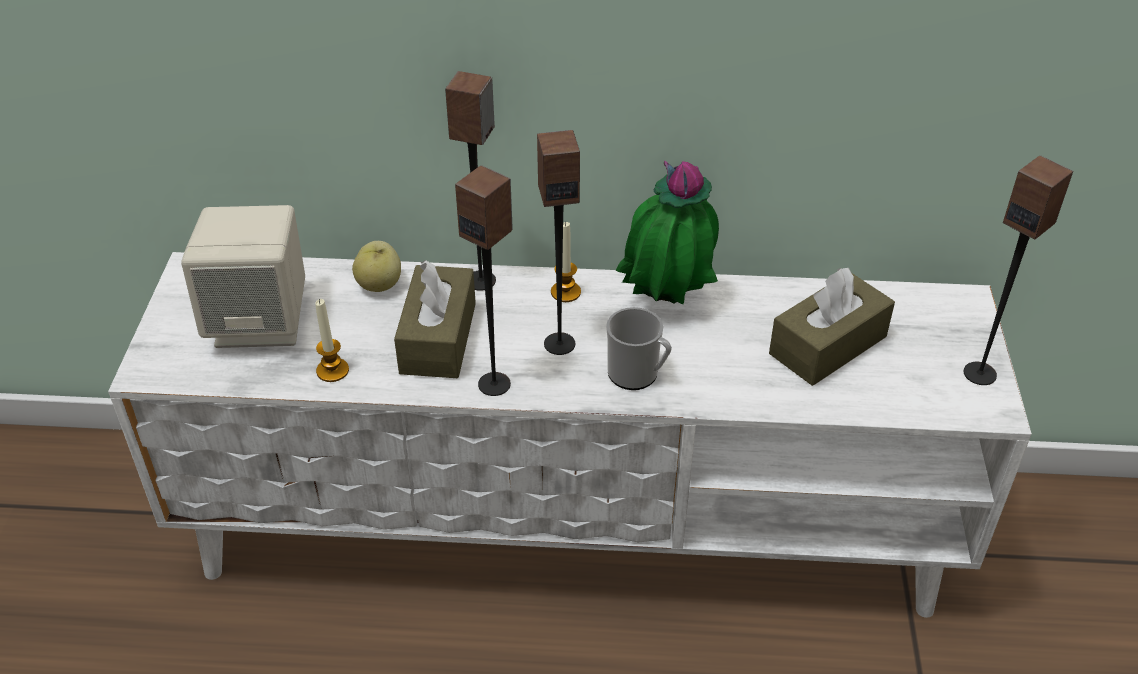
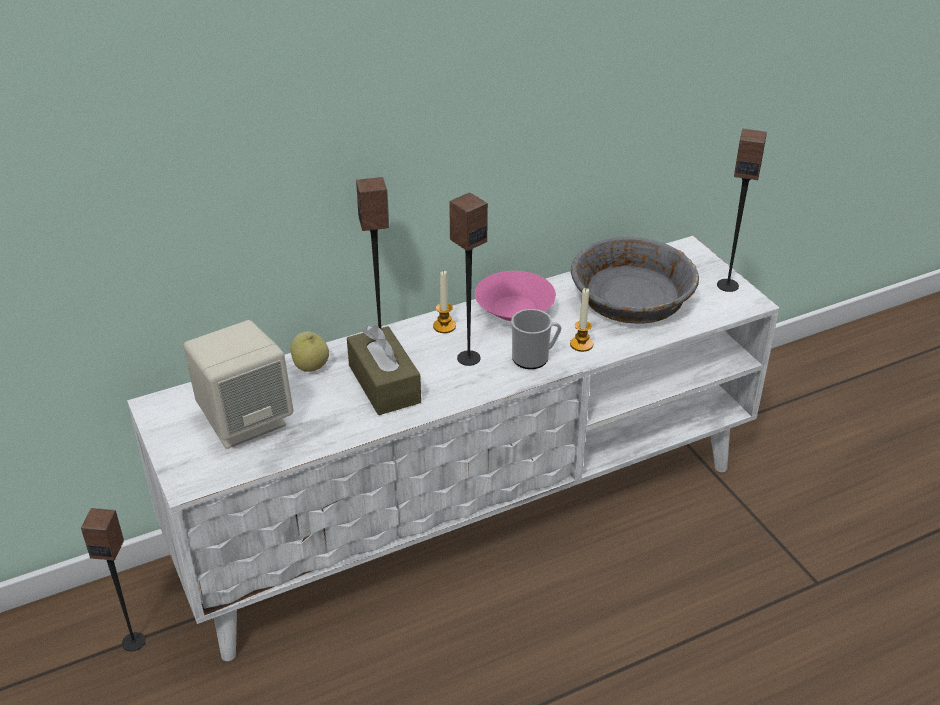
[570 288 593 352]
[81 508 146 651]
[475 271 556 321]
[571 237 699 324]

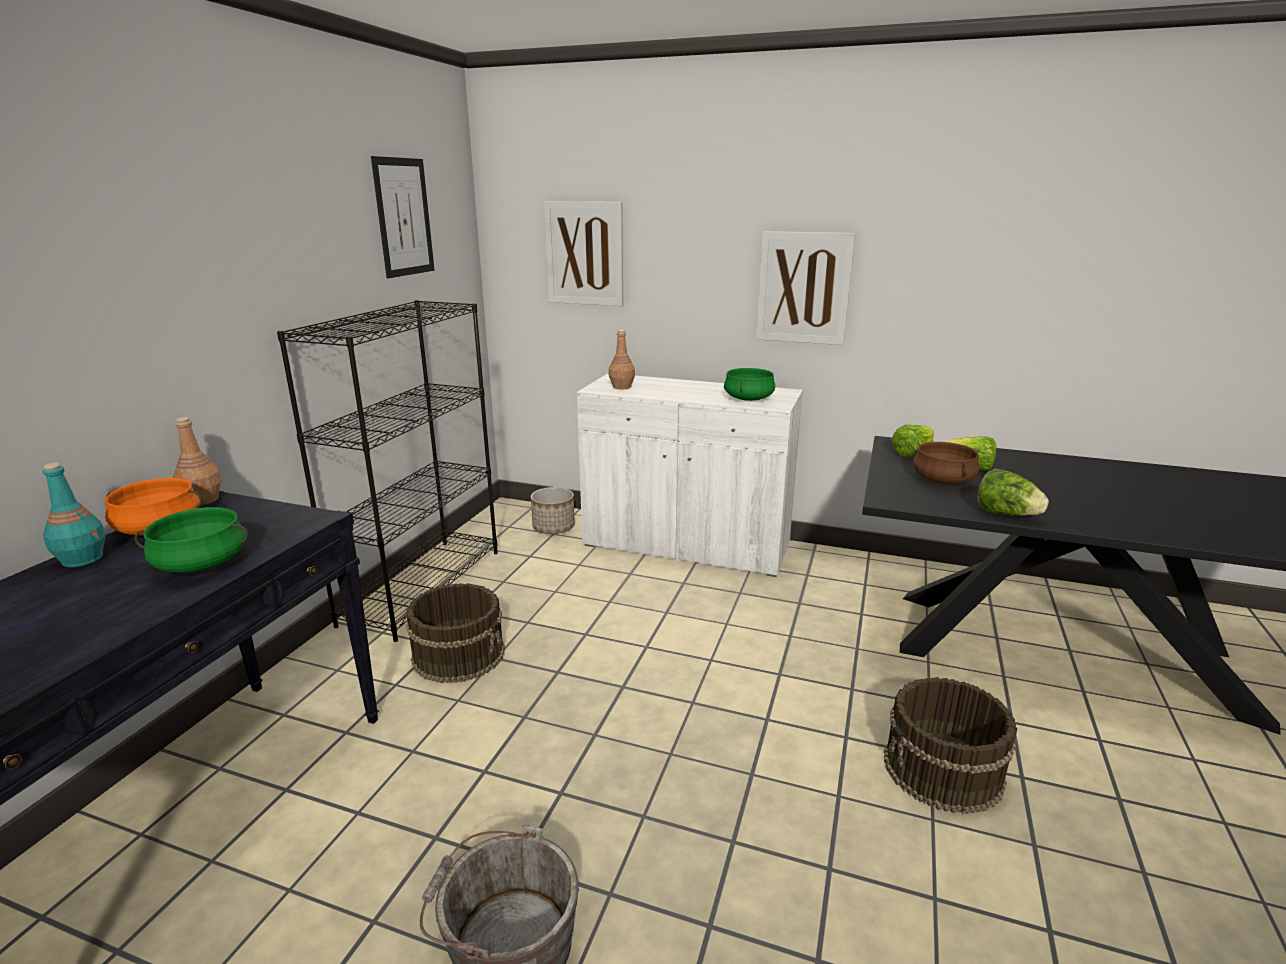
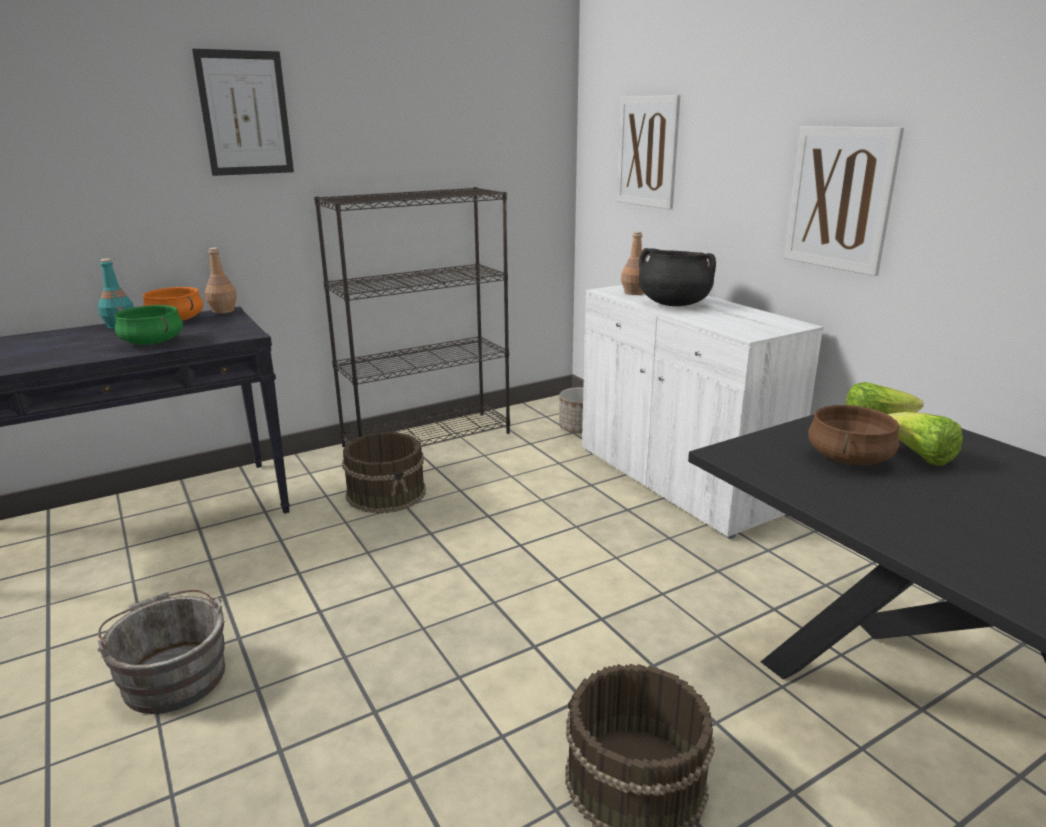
[192 49 294 176]
[724 368 775 401] (first image)
[977 469 1049 516] (first image)
[639 248 716 306]

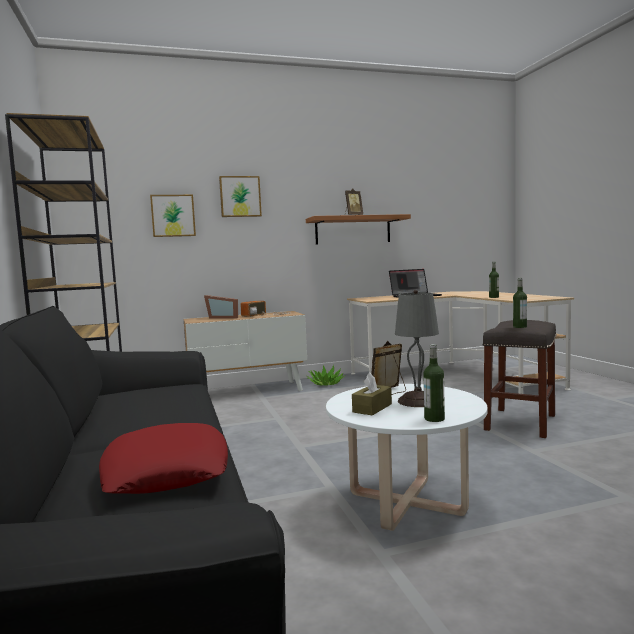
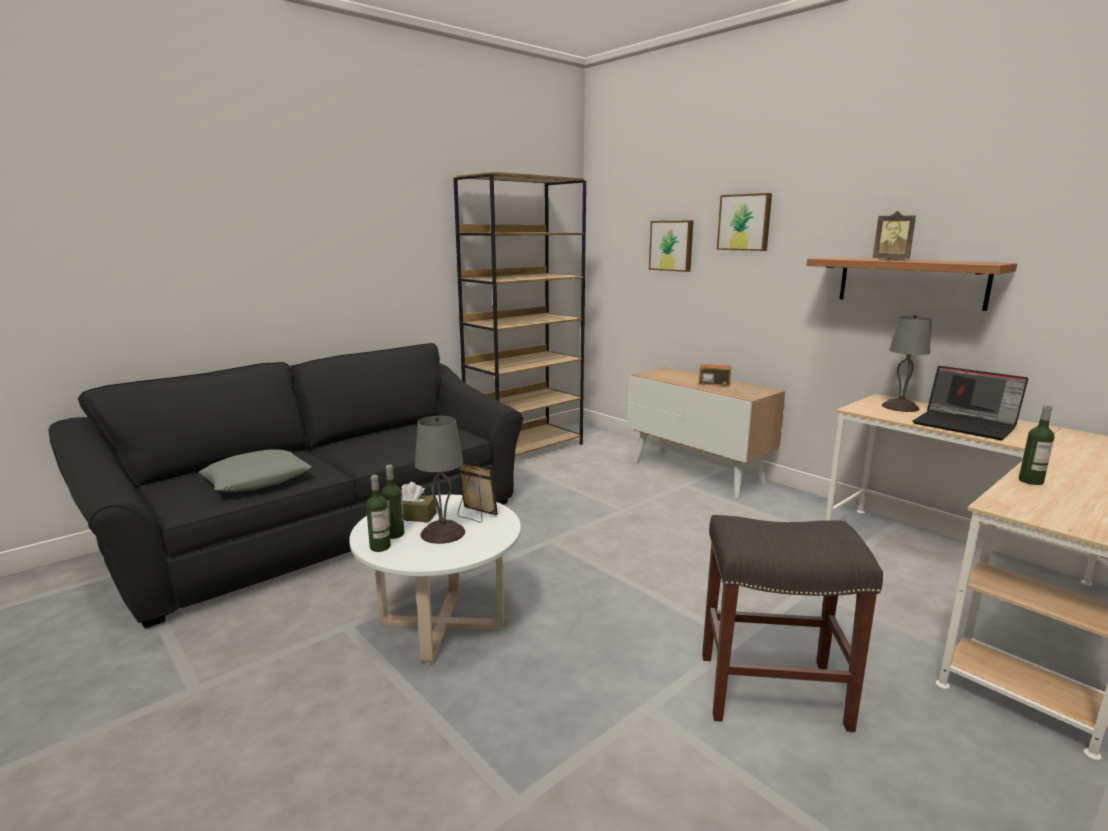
[198 449 311 492]
[204 295 238 319] (first image)
[307 365 344 386] (first image)
[381 465 404 539]
[882 315 931 412]

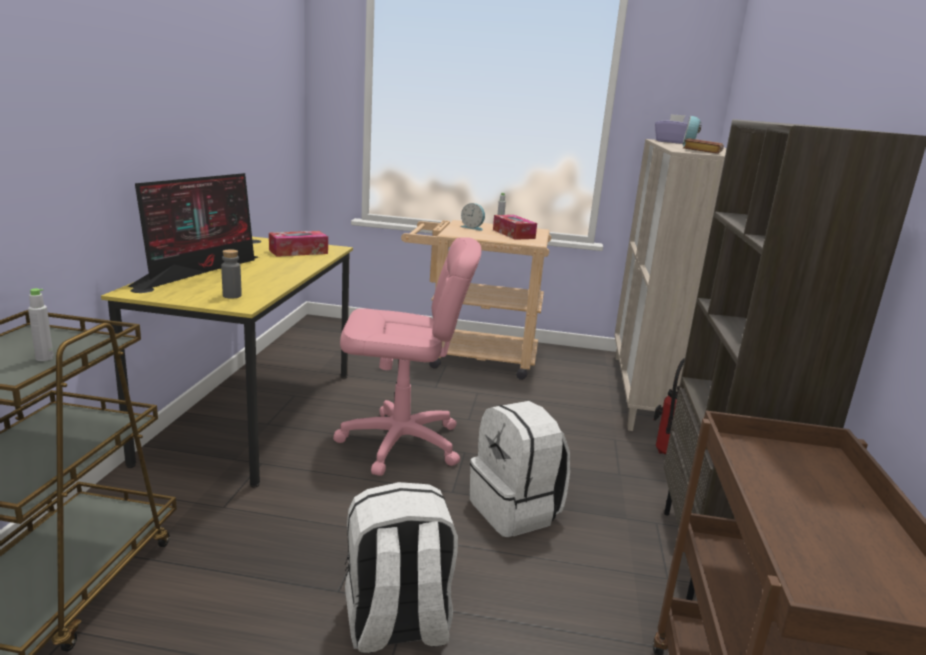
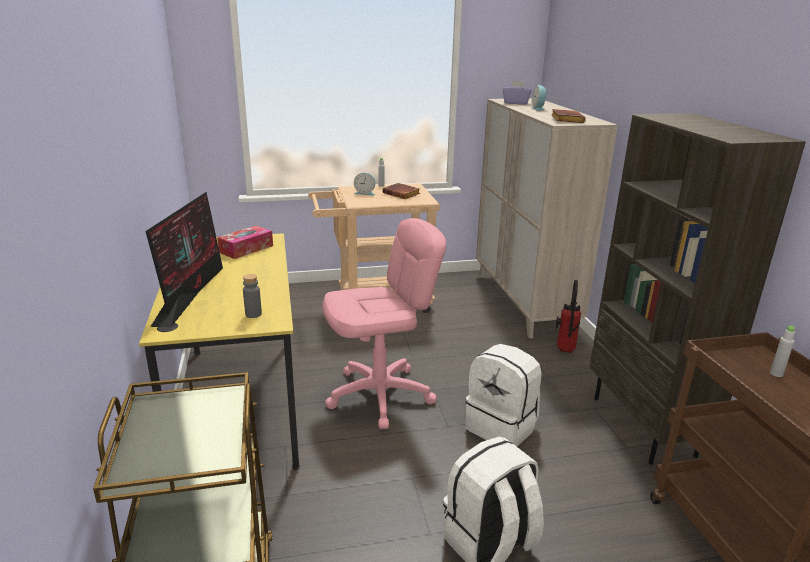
[770 325 795 377]
[382 183 420 199]

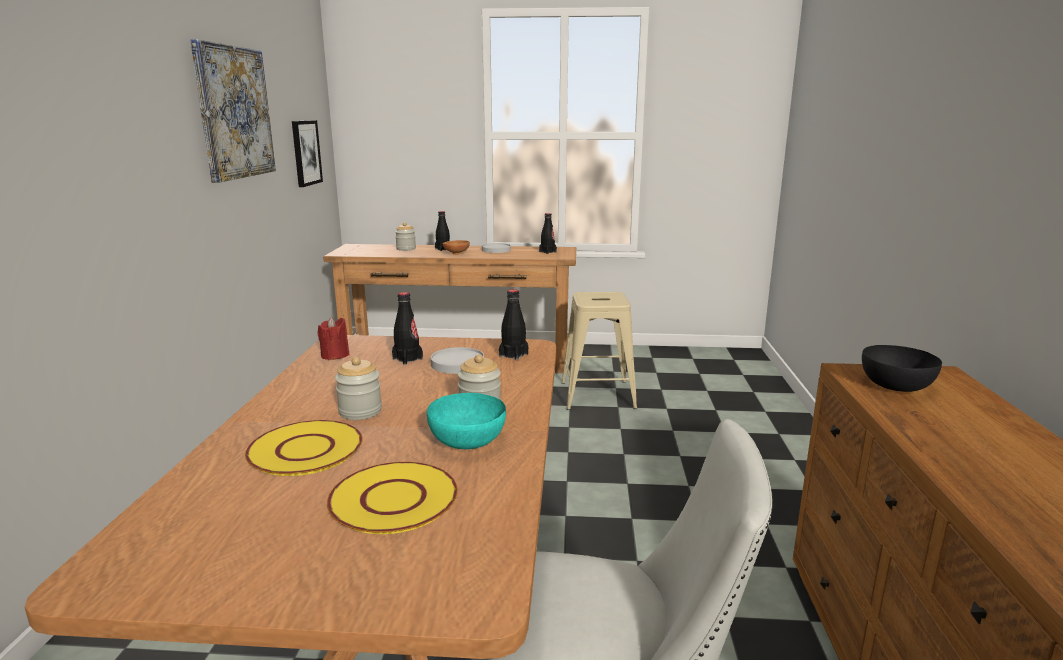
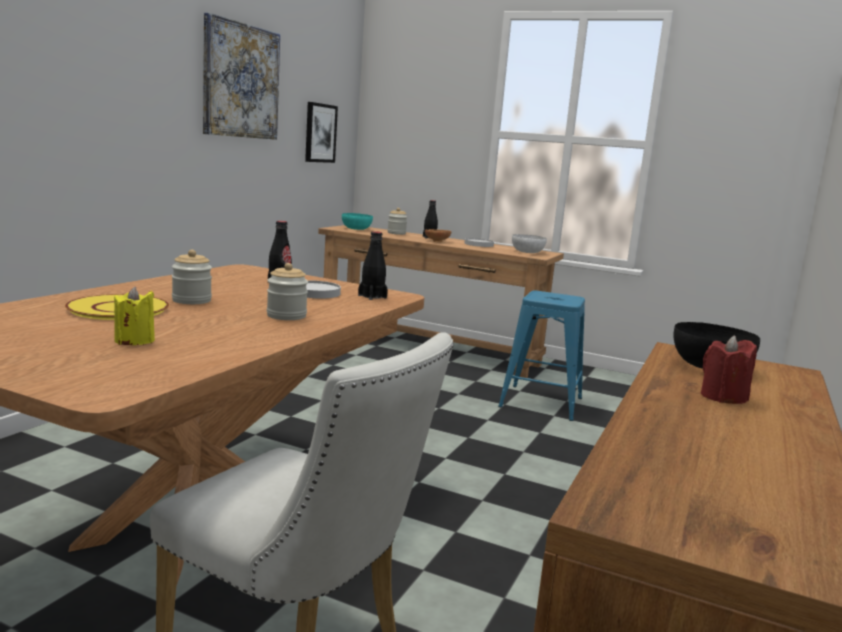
[701 336 757 404]
[114 286 155 345]
[342 213 373 230]
[512 234 547 253]
[498 290 585 421]

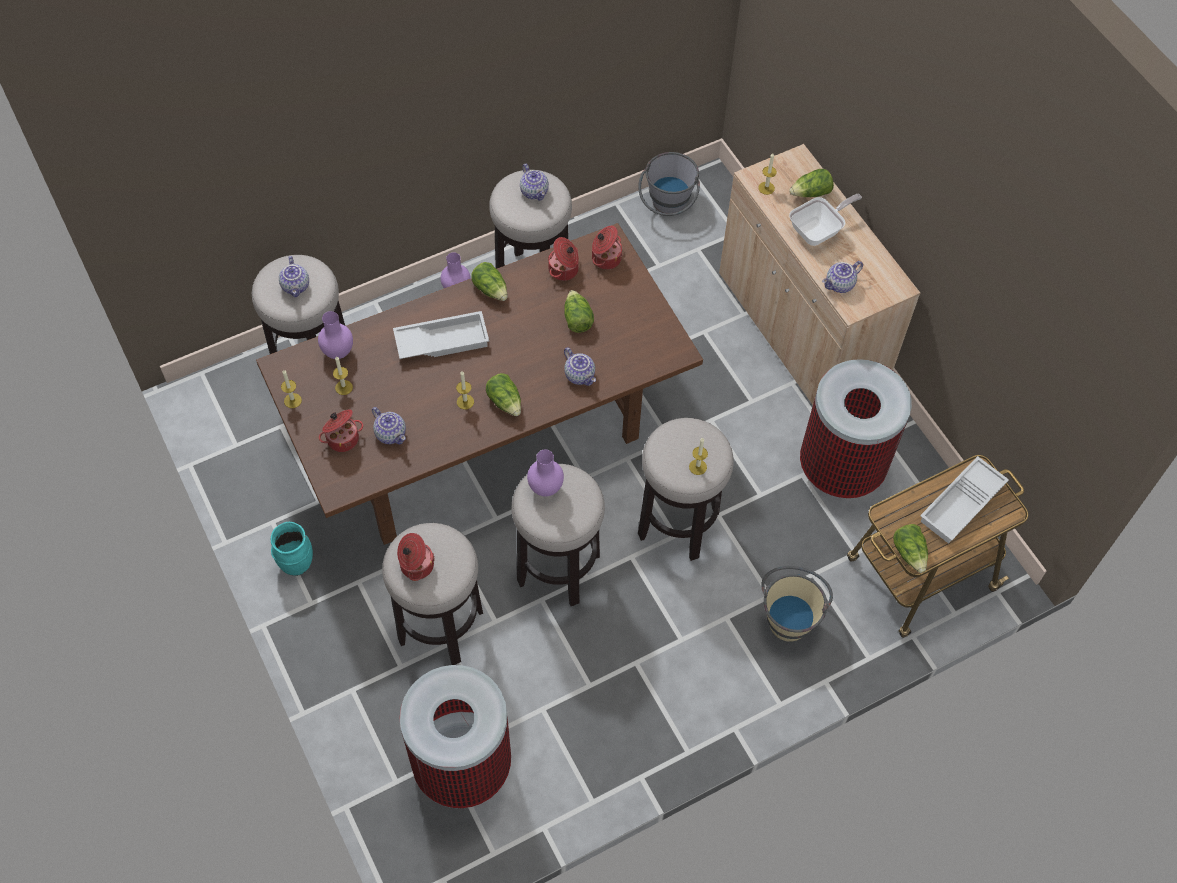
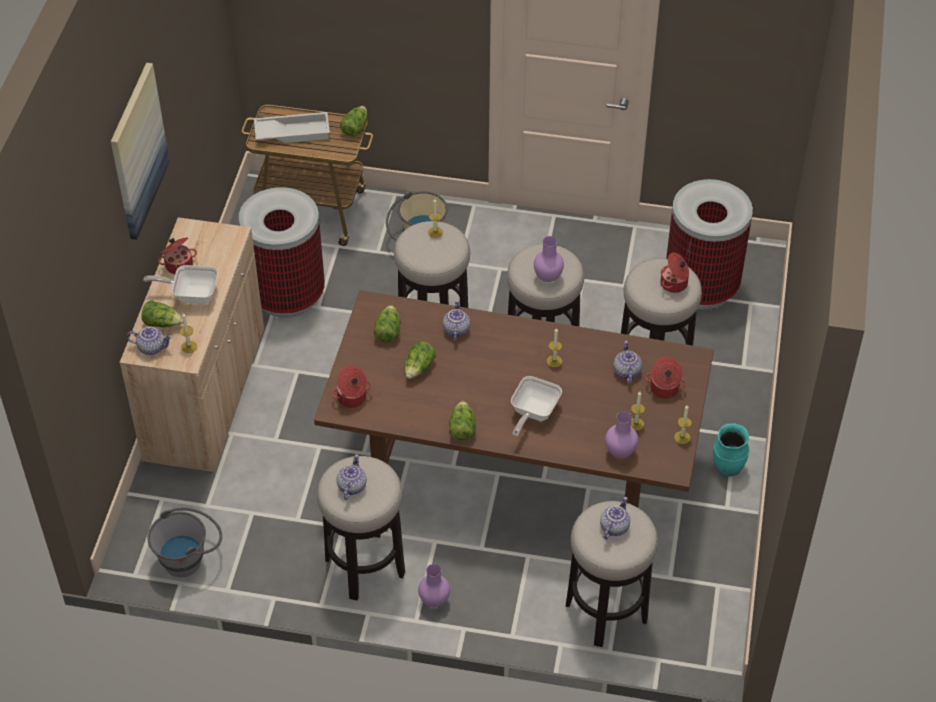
[511 376 562 437]
[374 305 400 343]
[158 237 197 274]
[127 327 172 355]
[111 63 170 240]

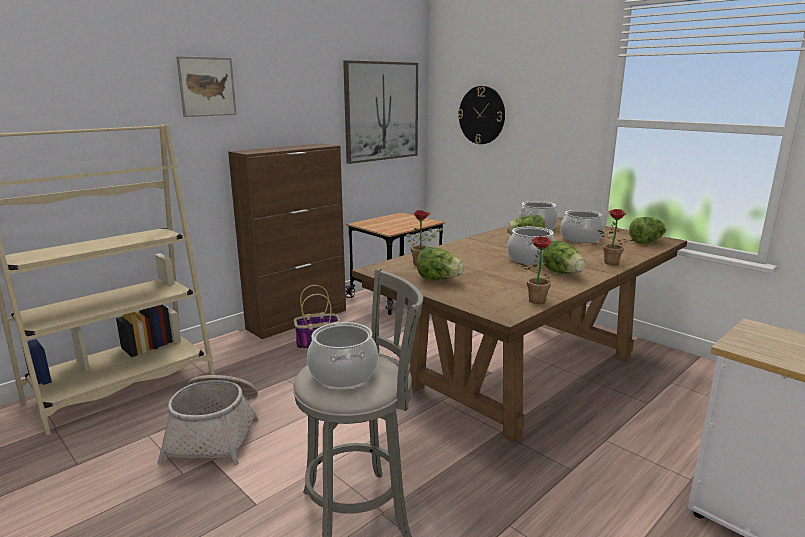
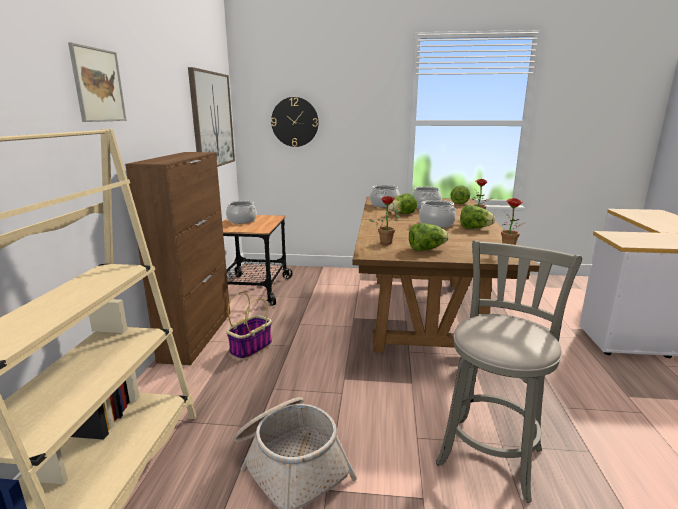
[226 201 257 224]

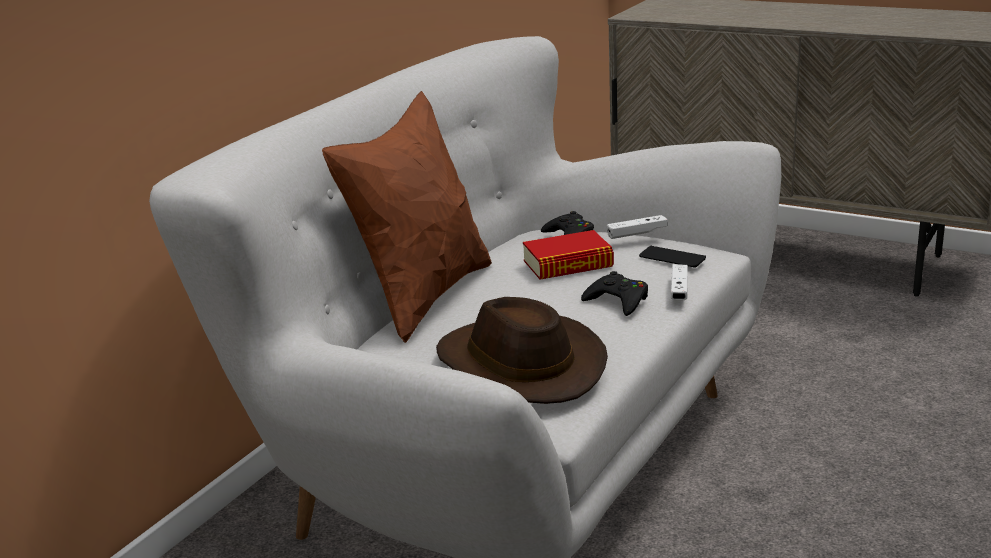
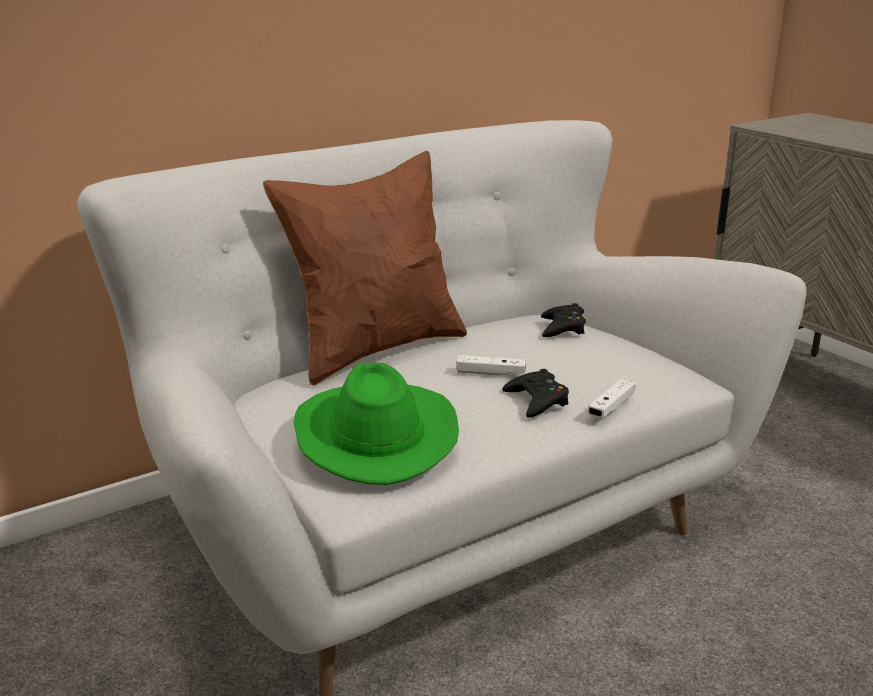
[294 363 459 485]
[523 230 614 280] (first image)
[456 355 526 376]
[639 246 706 268] (first image)

